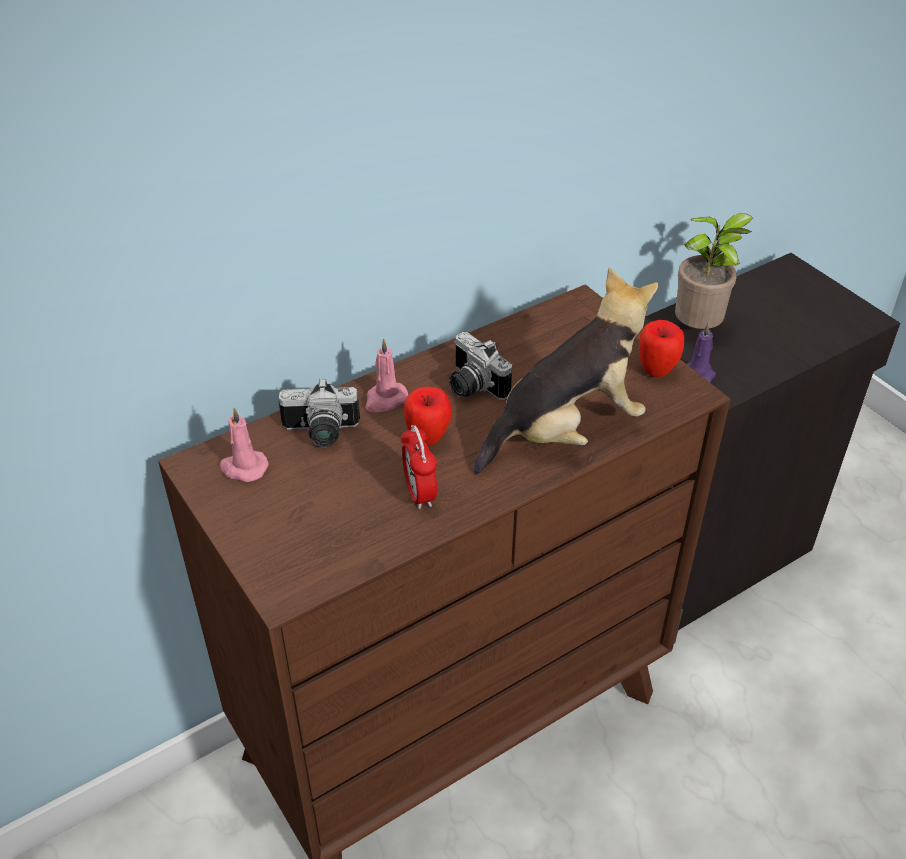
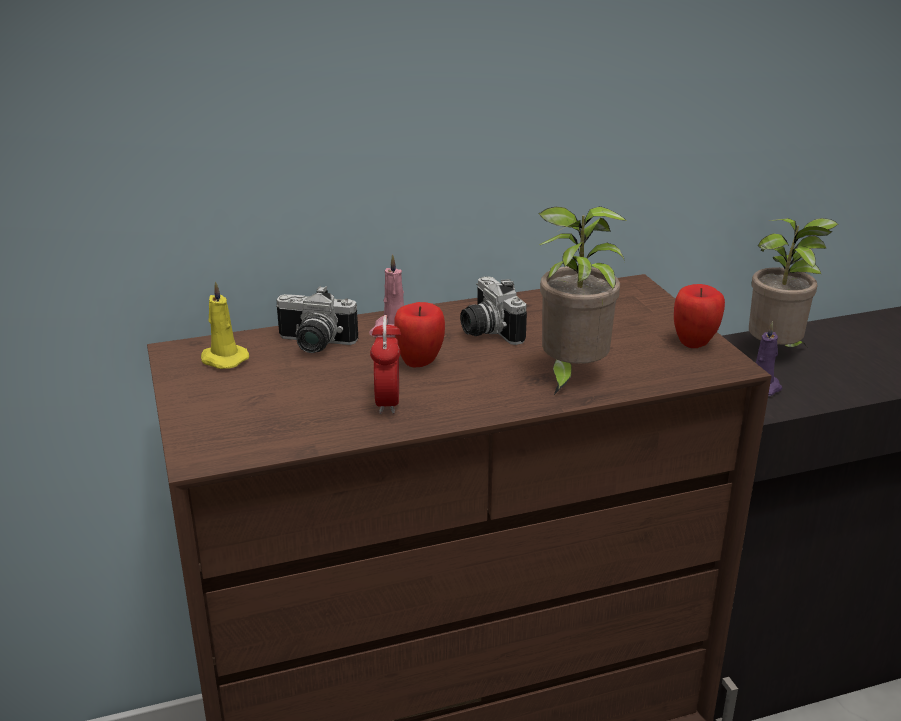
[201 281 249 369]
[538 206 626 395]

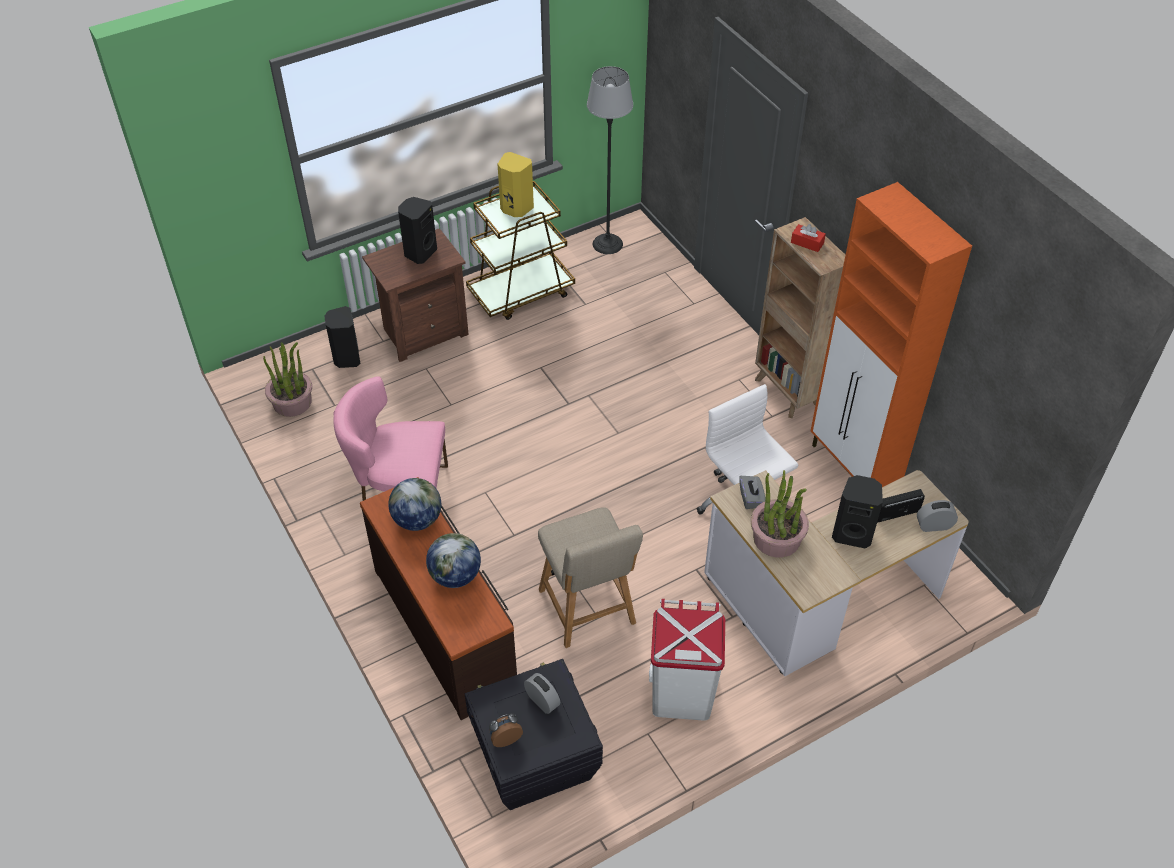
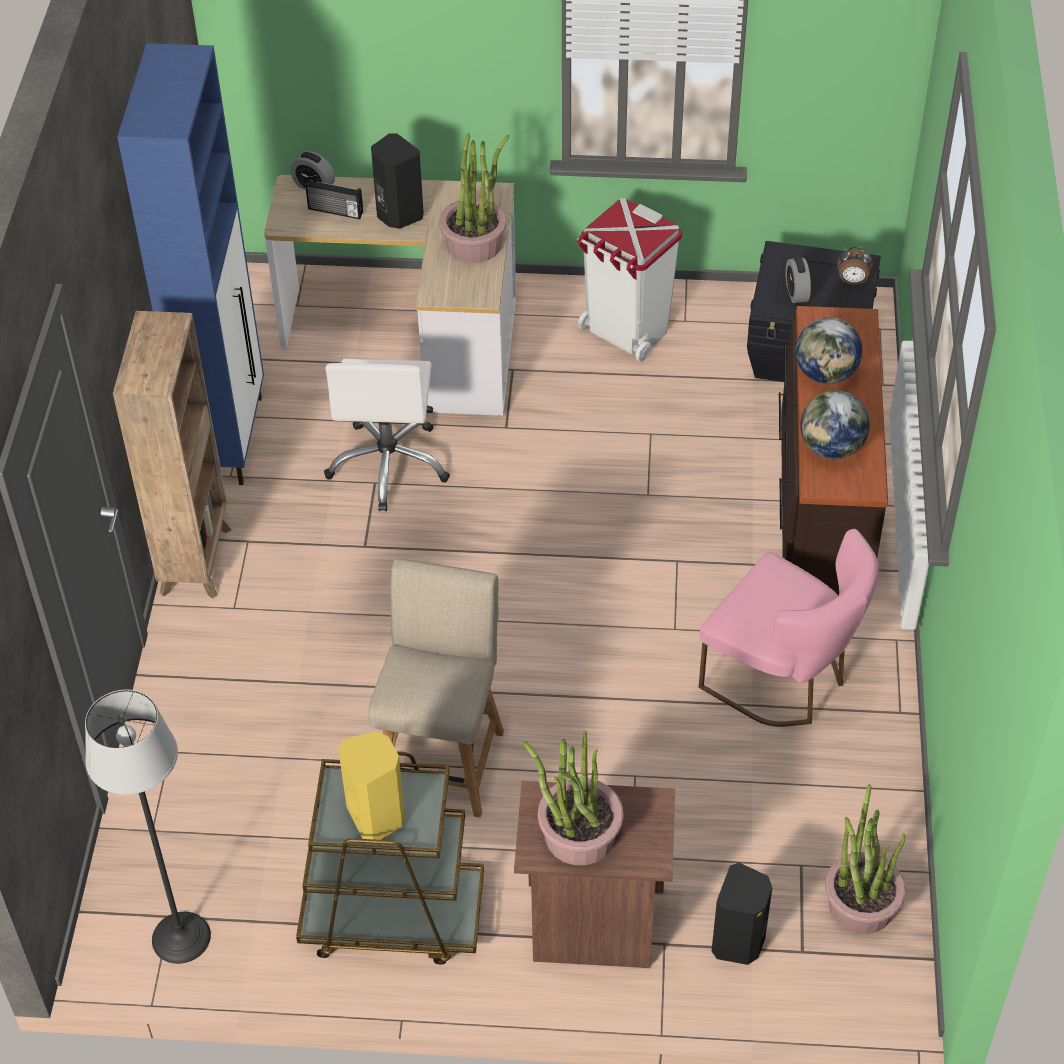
[523 730 624 865]
[368 559 504 818]
[739 476 766 509] (first image)
[791 224 826 252] (first image)
[117 43 264 485]

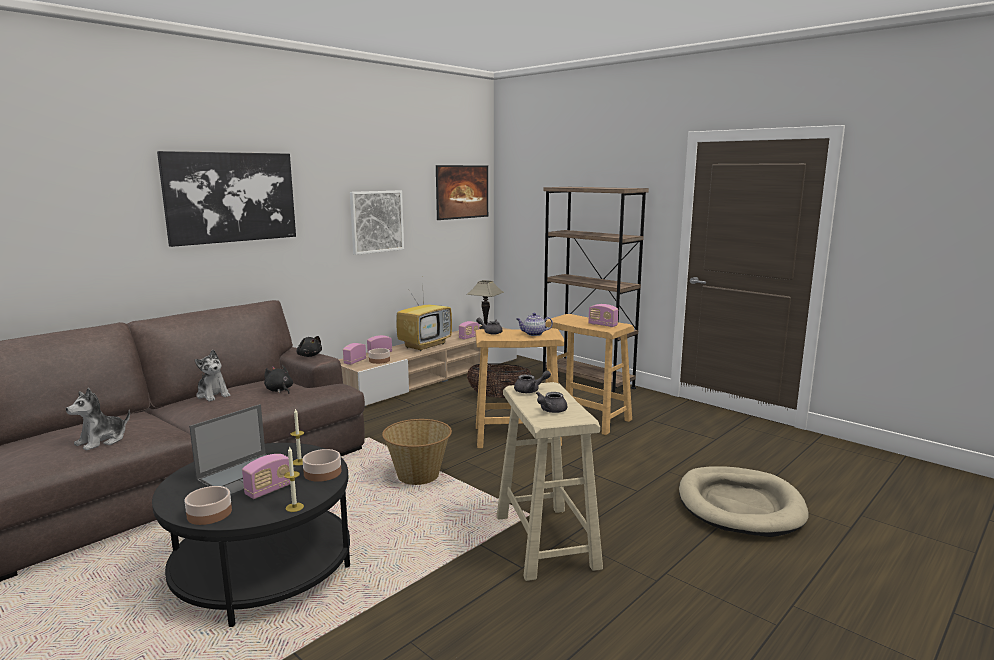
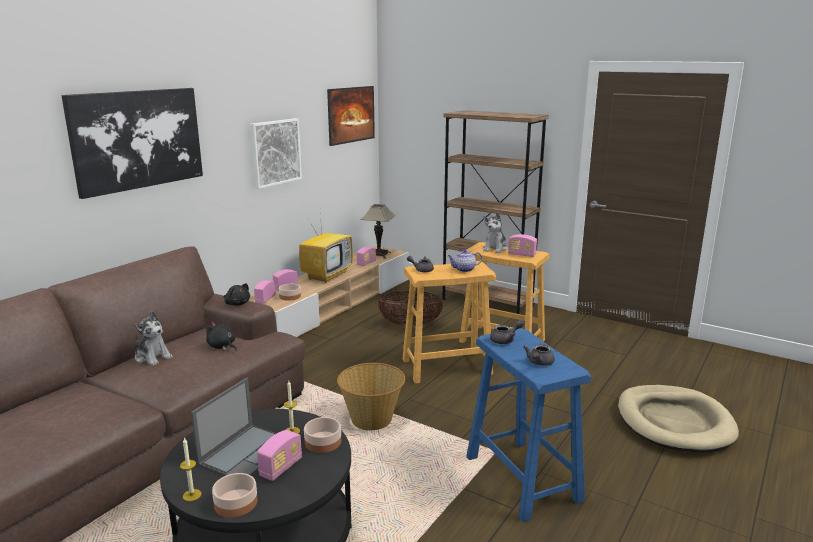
[483 213 508 253]
[180 437 201 501]
[466 328 591 522]

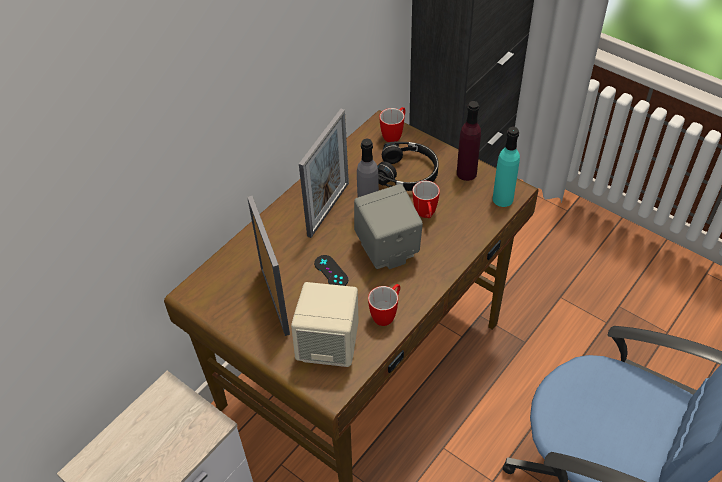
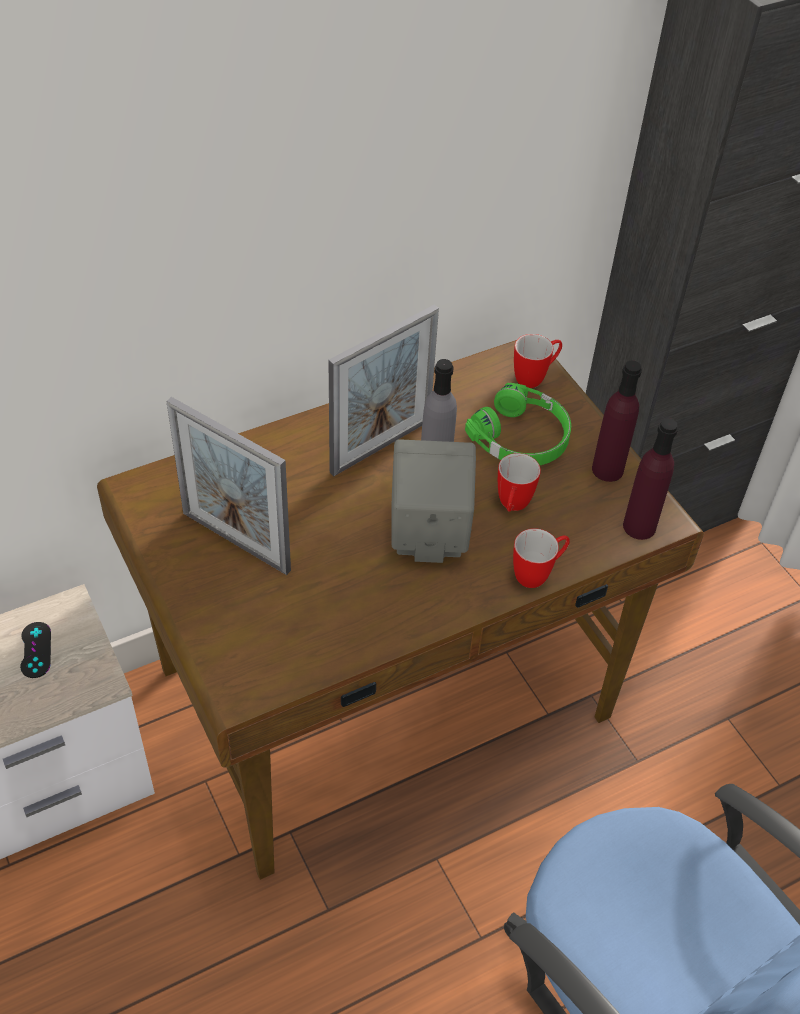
[166 397 291 575]
[291 282 358 367] (first image)
[20 622 51 678]
[513 528 570 588]
[465 383 571 465]
[623 418 678 540]

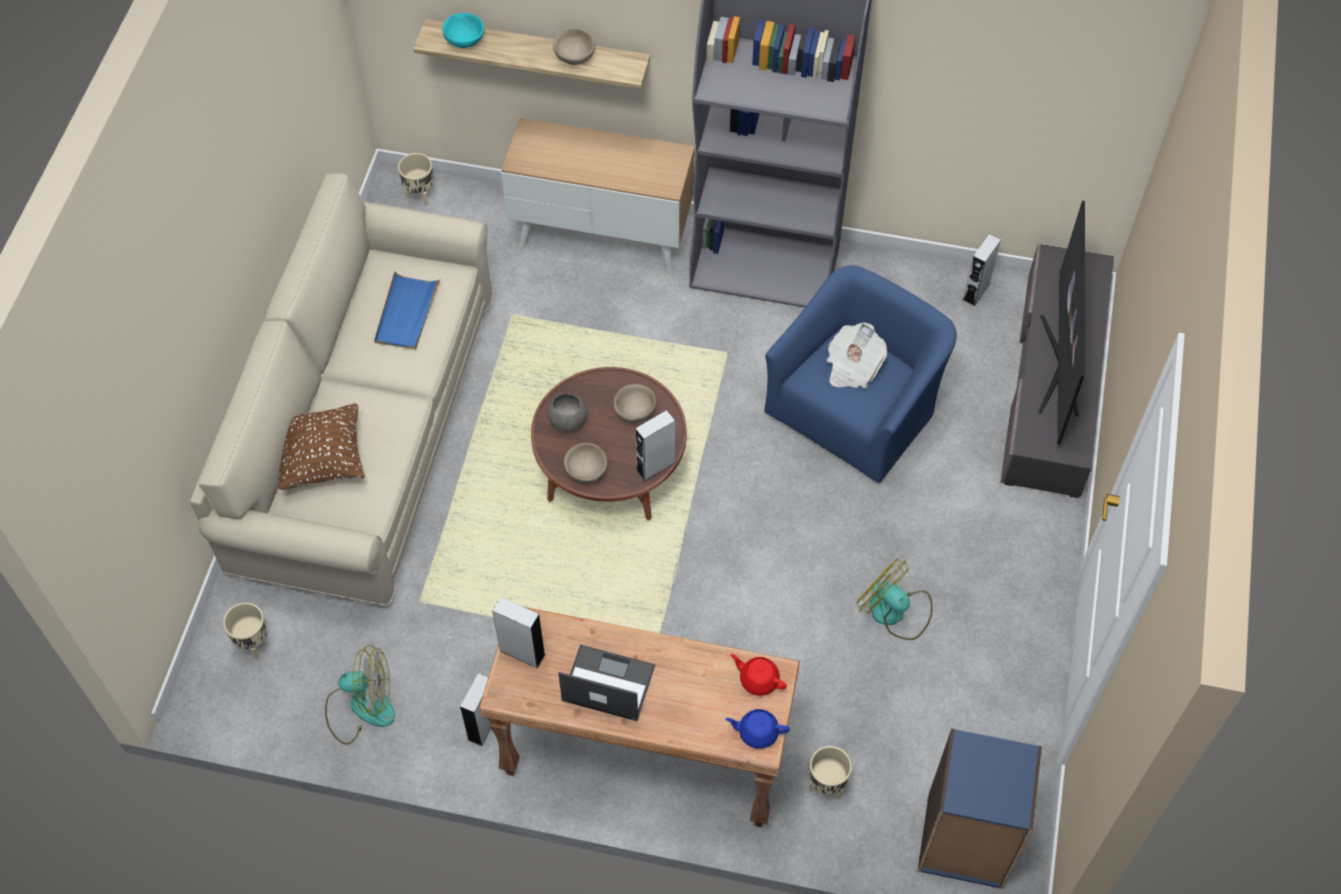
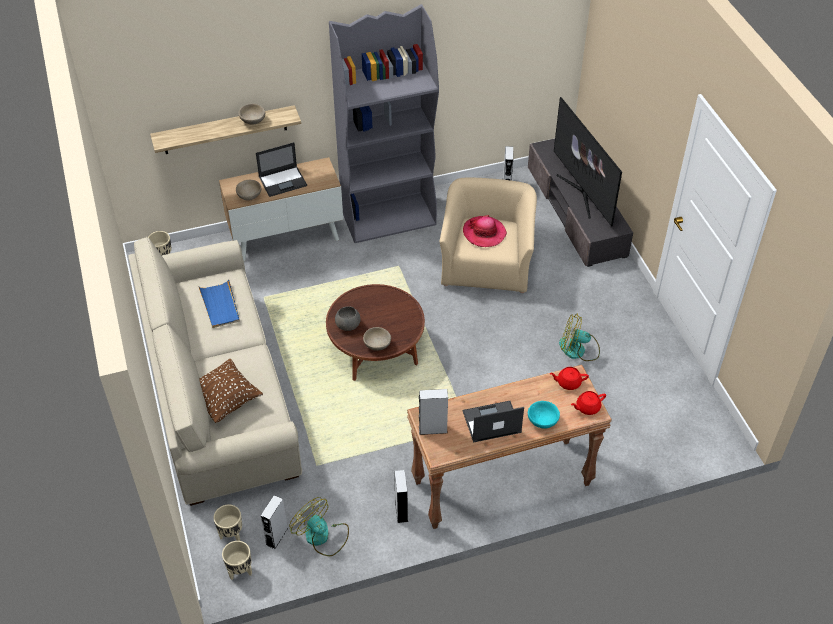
[289 497 349 556]
[528 401 560 429]
[236 180 261 201]
[261 495 288 549]
[571 391 606 415]
[440 178 537 293]
[222 541 252 580]
[463 215 507 247]
[918 728 1042 889] (first image)
[256 142 307 197]

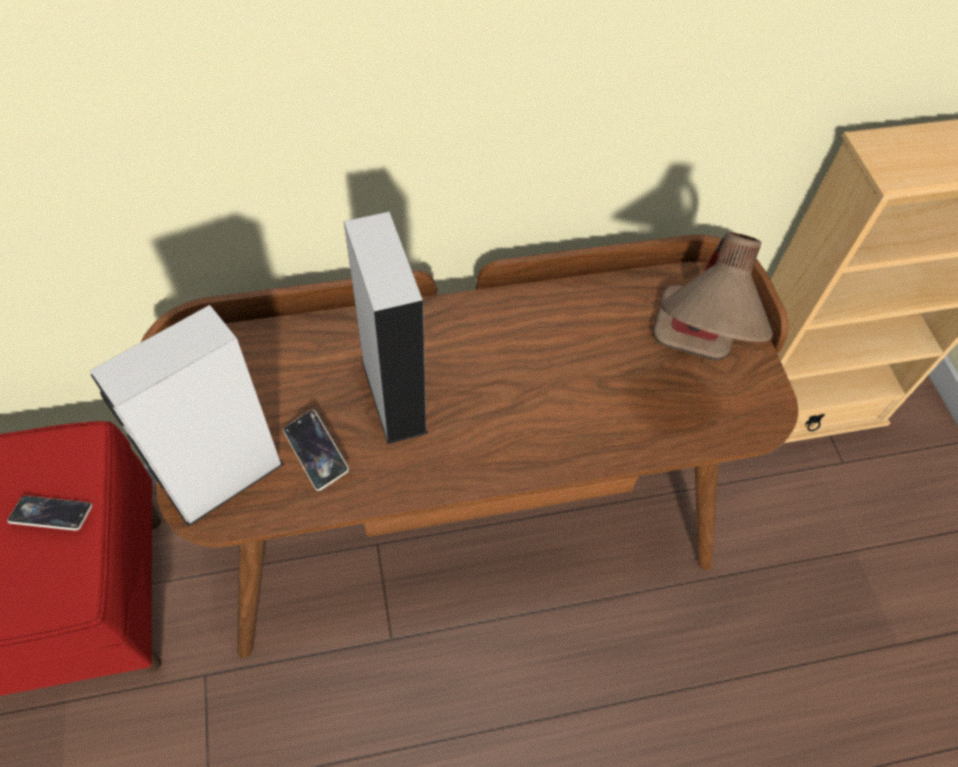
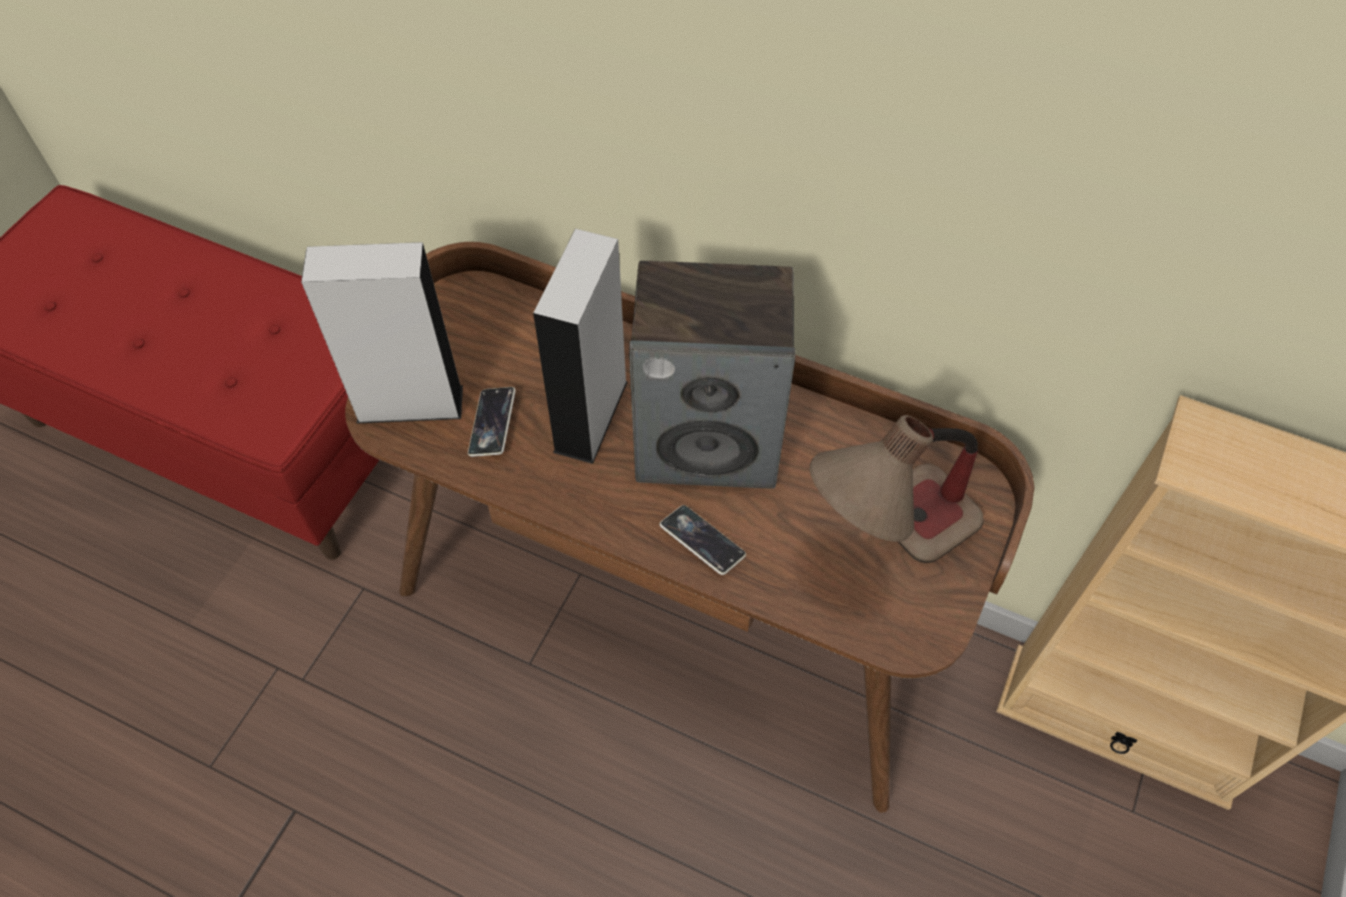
[660 505 746 575]
[629 261 796 489]

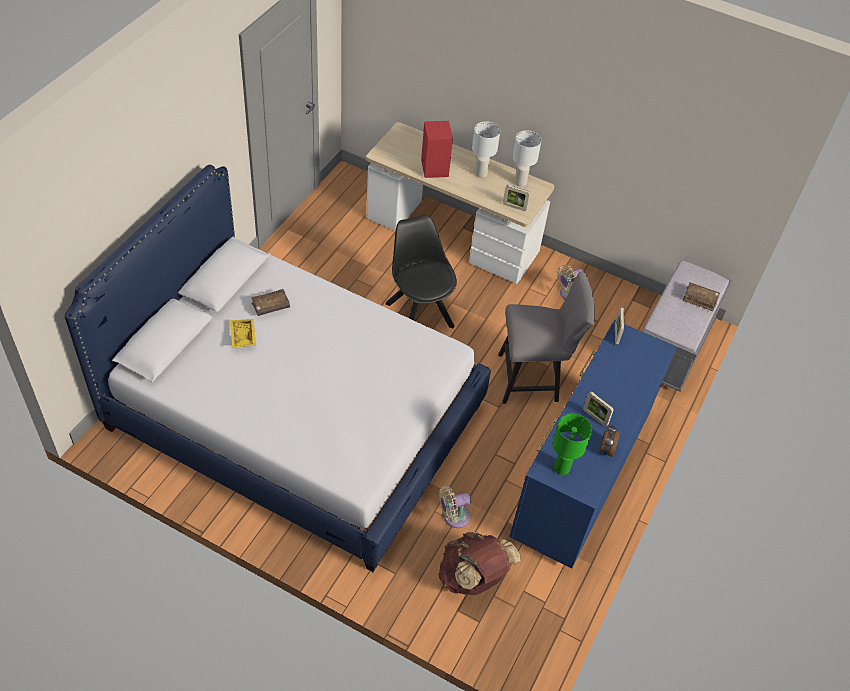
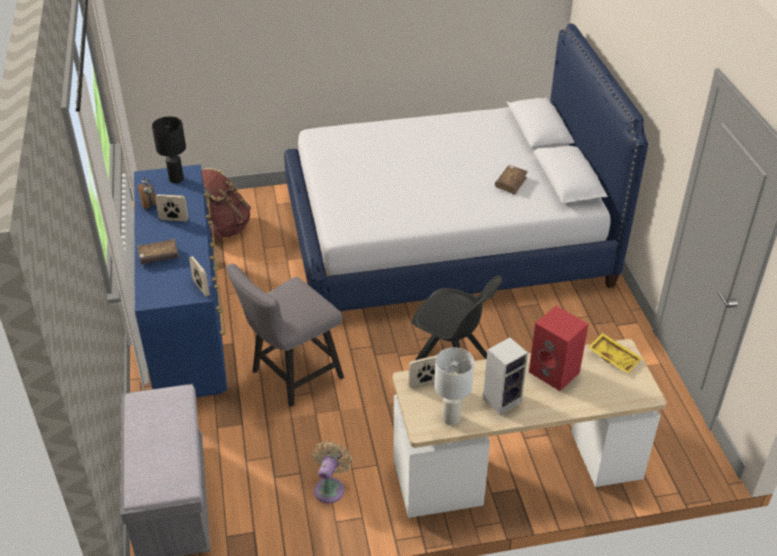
[588 333 642 374]
[439 485 471 528] (first image)
[483 337 528 415]
[152 116 186 183]
[137 239 179 265]

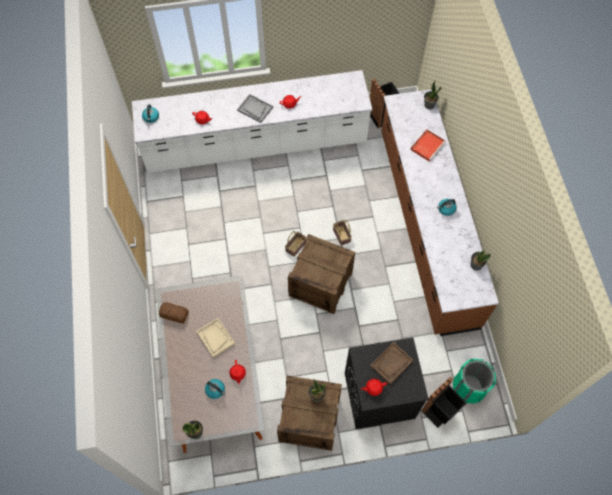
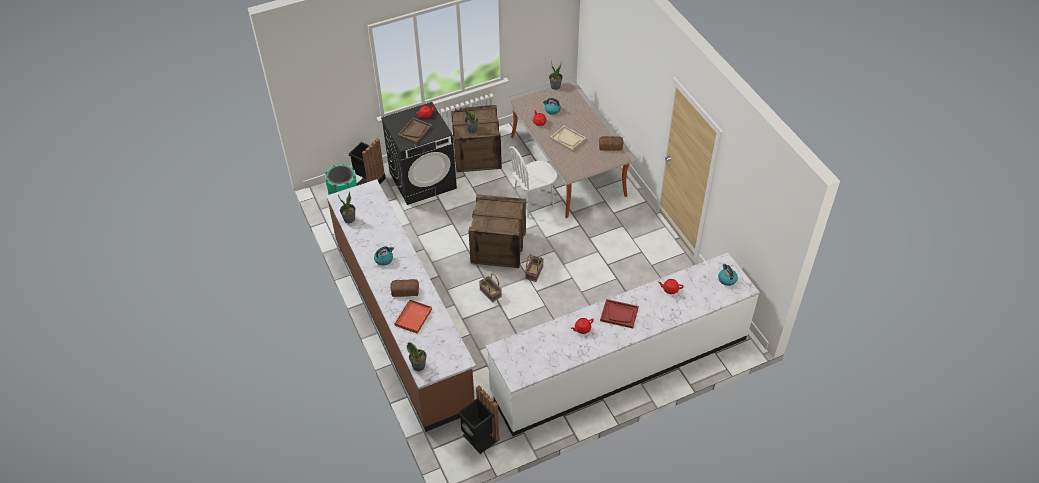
[600 299 639 328]
[390 279 419 297]
[509 146 557 218]

